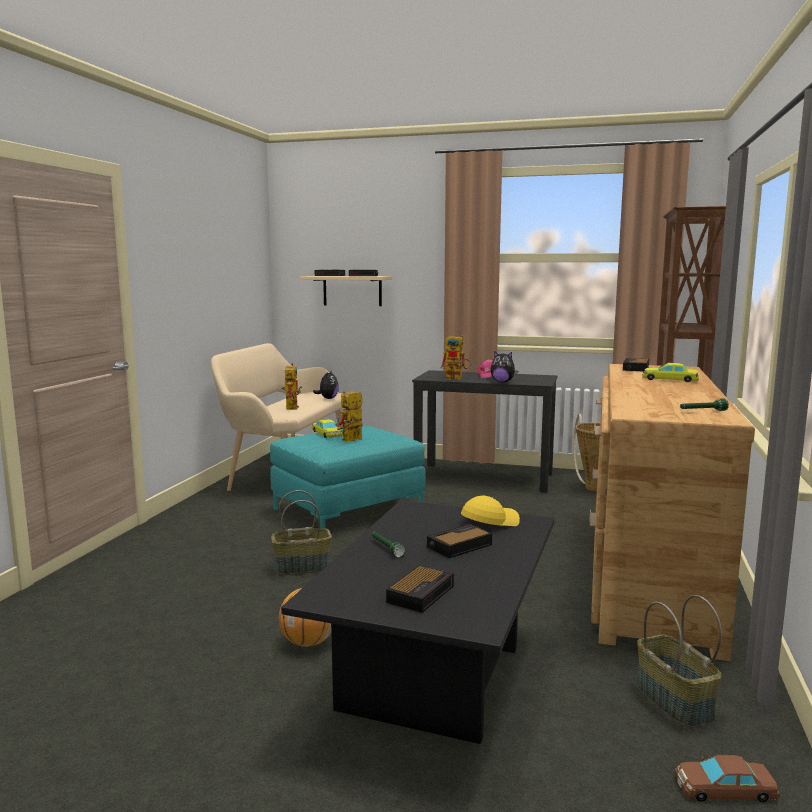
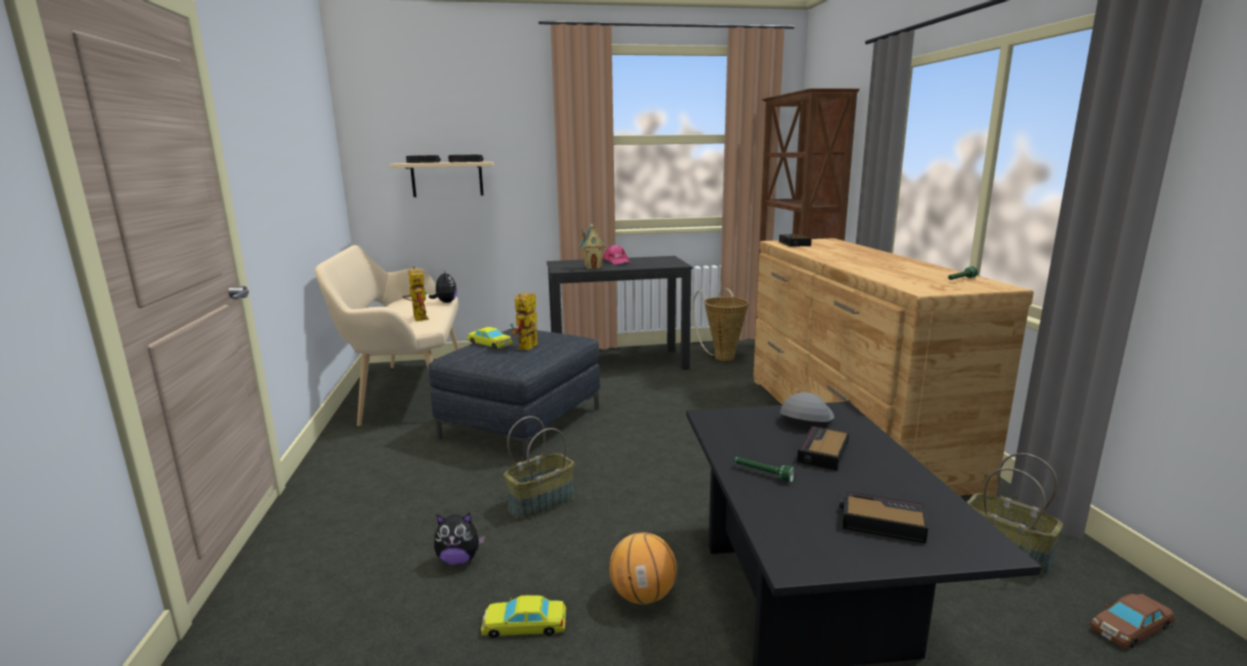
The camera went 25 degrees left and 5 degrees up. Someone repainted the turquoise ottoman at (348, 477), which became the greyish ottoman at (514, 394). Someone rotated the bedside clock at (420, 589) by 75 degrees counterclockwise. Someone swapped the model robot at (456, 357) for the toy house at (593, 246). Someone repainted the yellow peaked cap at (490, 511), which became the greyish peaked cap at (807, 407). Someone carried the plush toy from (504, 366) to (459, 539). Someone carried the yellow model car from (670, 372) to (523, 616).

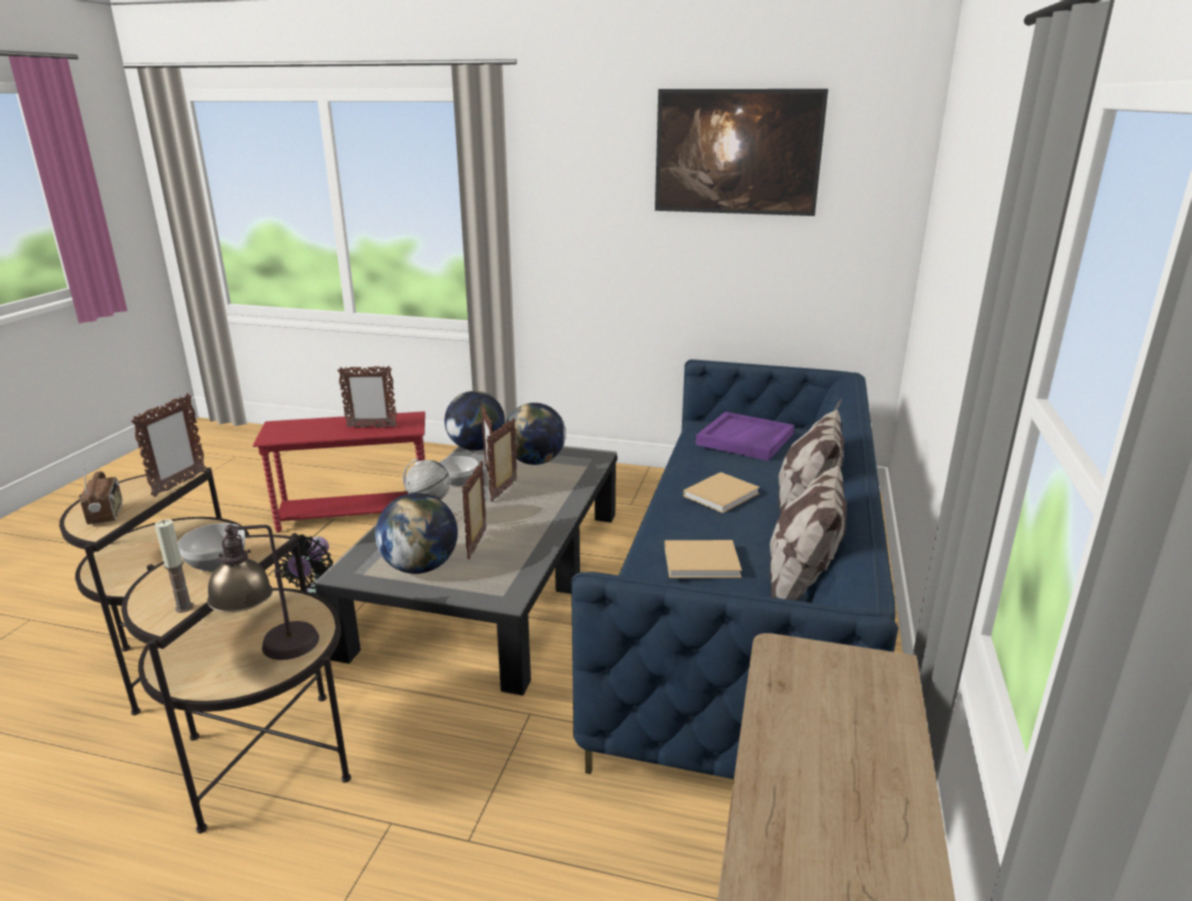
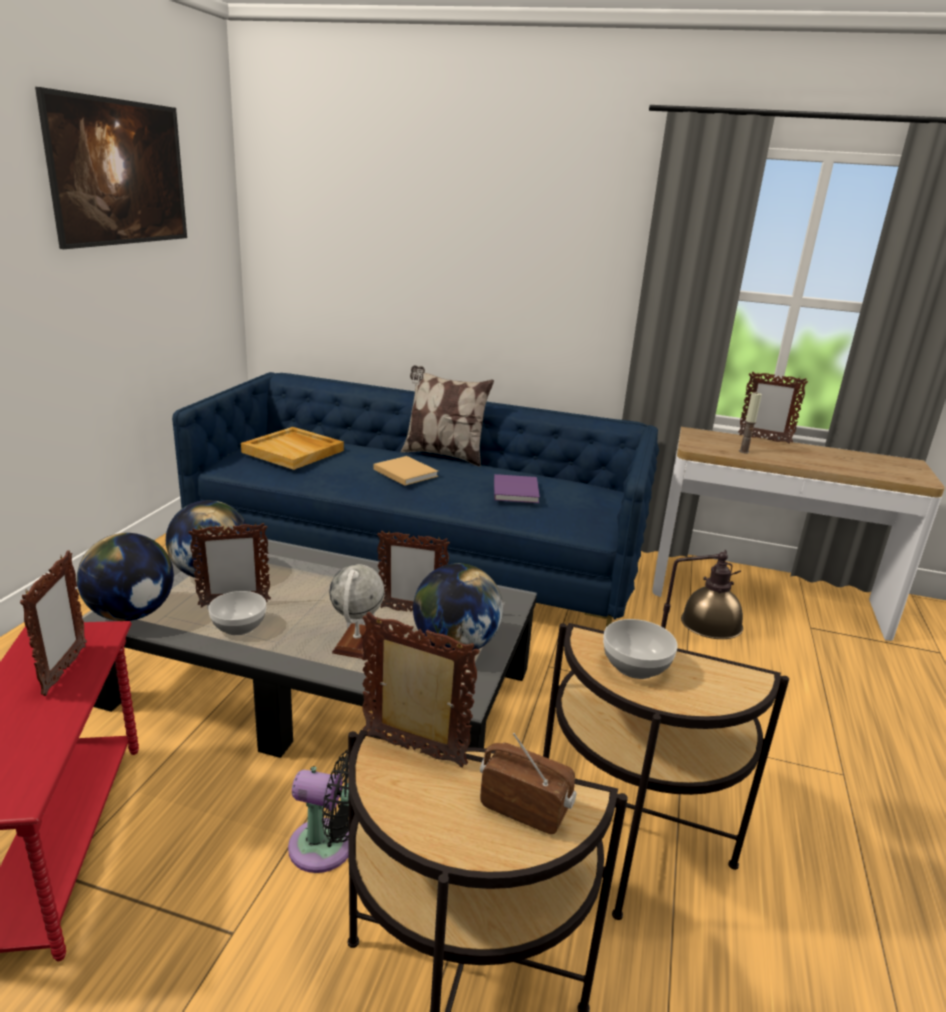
The camera went 90 degrees left and 0 degrees up. Someone rotated the radio set at (101, 492) by 45 degrees clockwise. Someone carried the wax candle from (174, 566) to (750, 422). Someone carried the picture frame from (501, 460) to (773, 408). Someone repainted the beige book at (703, 559), which became the purple book at (517, 488). Someone repainted the purple carrying tray at (745, 436), which became the beige carrying tray at (292, 448). Someone took away the throw pillow at (808, 526).

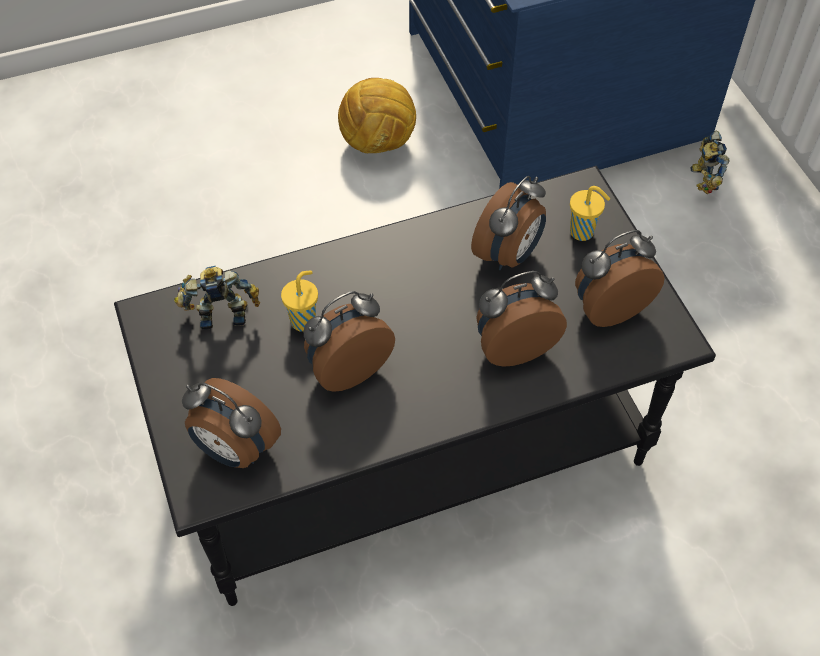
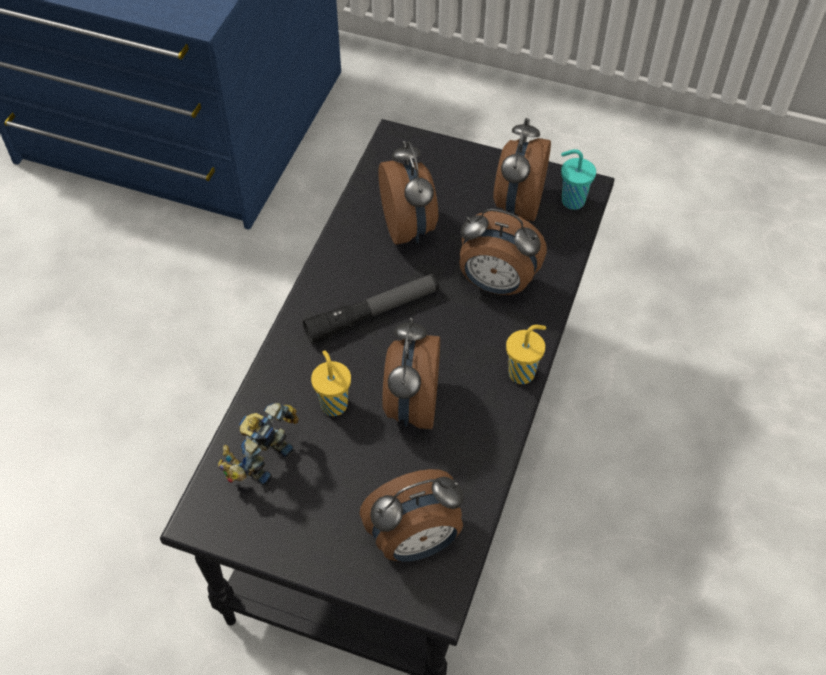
The camera went 50 degrees left and 0 degrees up. Someone took away the football ball at (377, 115). Someone rotated the bedside clock at (521, 319) by 90 degrees counterclockwise. Someone carried the yellow drinking cup from (590, 213) to (526, 354). Someone took away the model robot at (710, 162). Someone put down the flashlight at (371, 309). Someone put down the turquoise drinking cup at (578, 179).

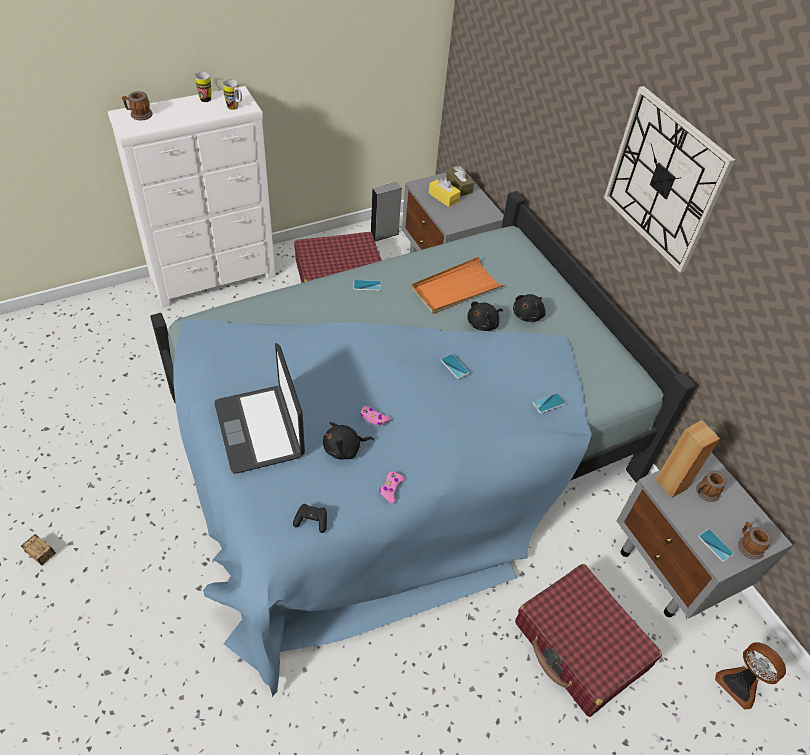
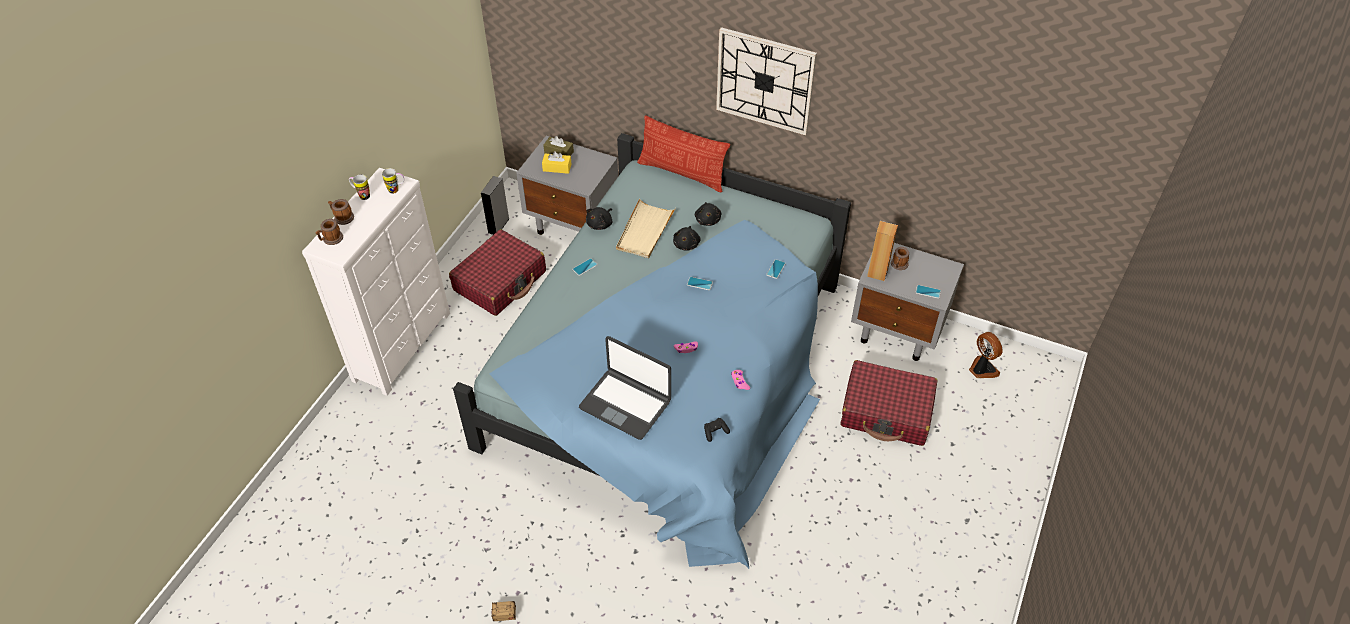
The camera went 35 degrees left and 0 degrees up. Someone carried the black plush toy from (348, 441) to (599, 218). Someone repainted the orange carrying tray at (458, 285), which became the beige carrying tray at (646, 228). Someone rotated the fan at (750, 675) by 135 degrees counterclockwise. Someone carried the coffee mug from (755, 541) to (341, 212). Someone put down the throw pillow at (683, 154).

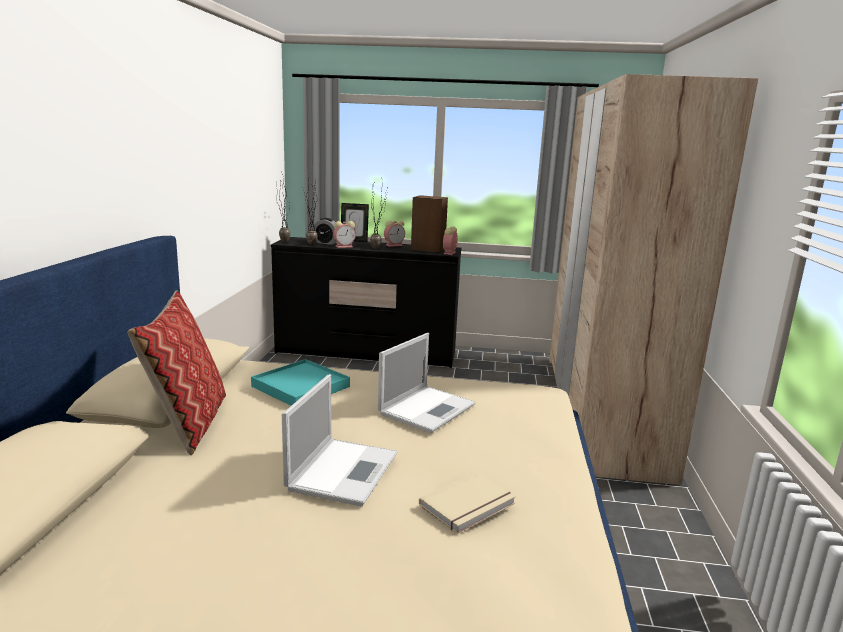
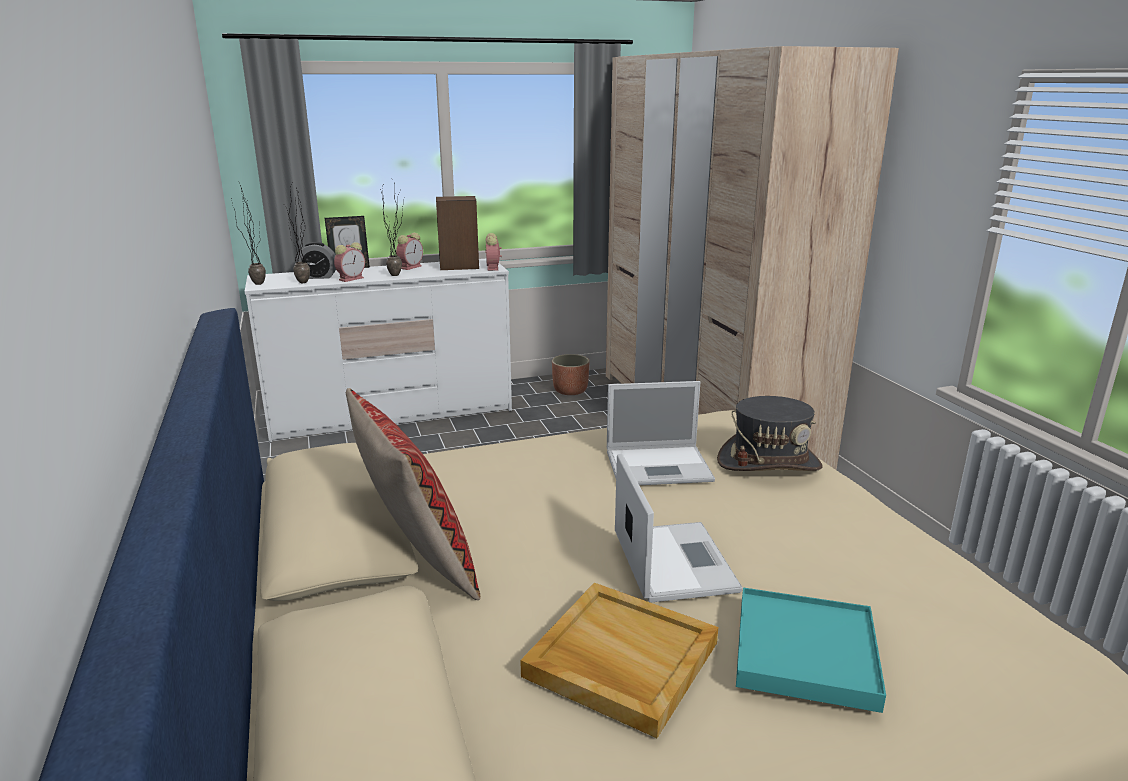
The camera went 25 degrees left and 5 degrees up. Someone carried the turquoise carrying tray from (300, 382) to (811, 650). Someone repainted the black drawer chest at (366, 302), which became the white drawer chest at (378, 351). Someone rotated the laptop at (427, 383) by 75 degrees clockwise. Someone took away the beige book at (467, 503). Someone put down the beige carrying tray at (619, 660). Someone put down the planter at (571, 374). Someone put down the greyish hat at (769, 433).

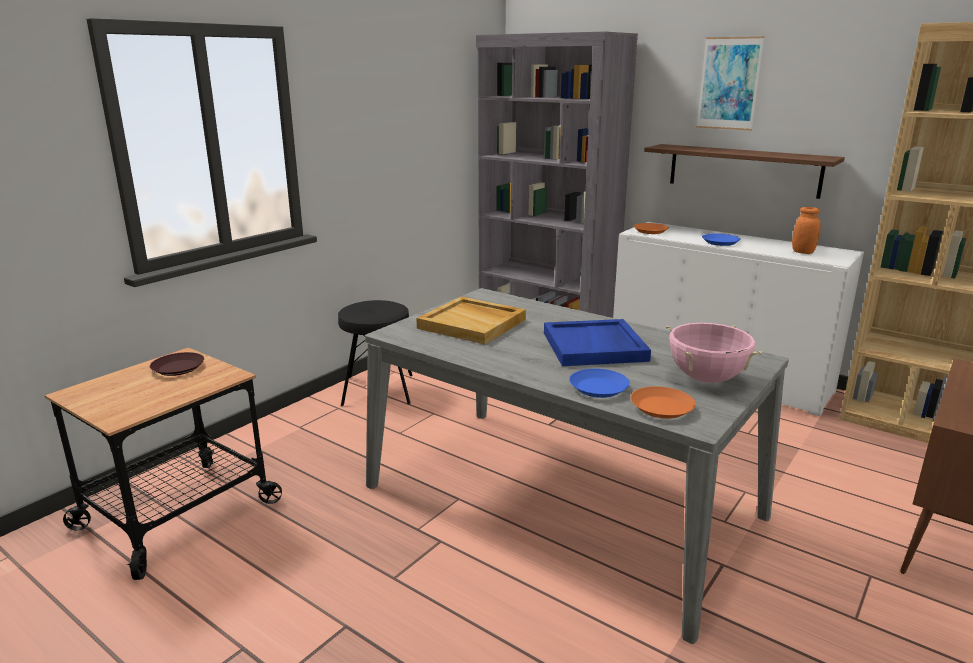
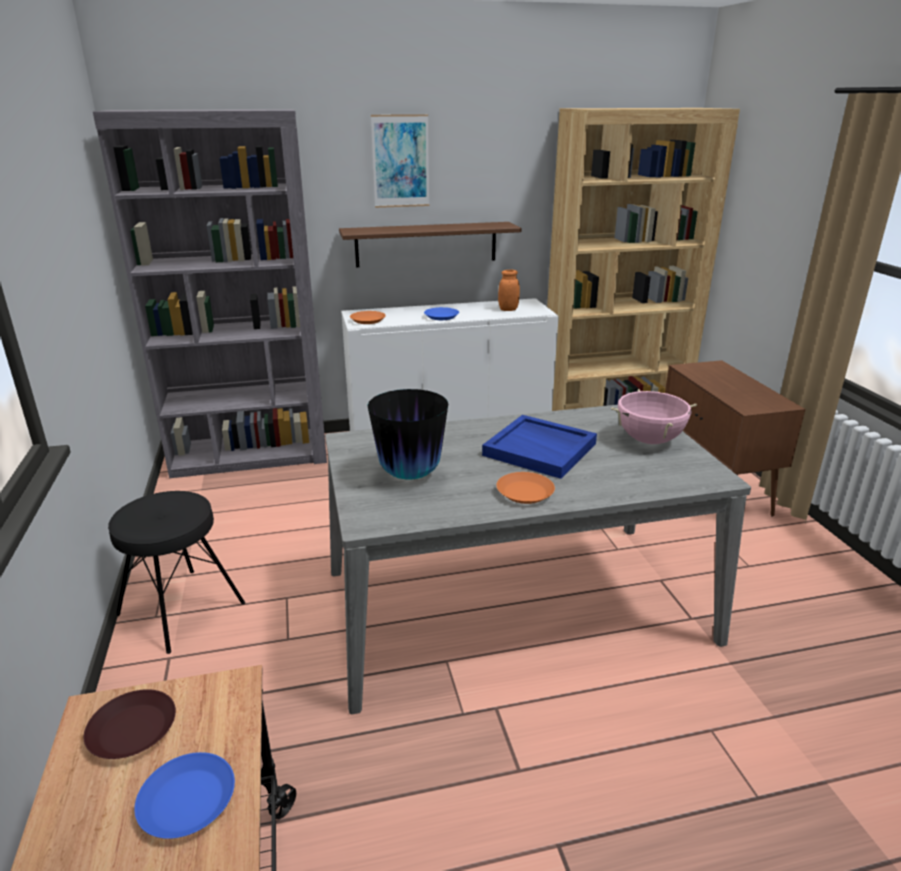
The camera went 50 degrees left and 5 degrees up. Someone swapped the beige carrying tray at (471, 321) for the decorative vase at (408, 434). Someone carried the blue-coloured flat dish from (599, 383) to (184, 795). Someone carried the orange flat dish from (663, 402) to (526, 488).

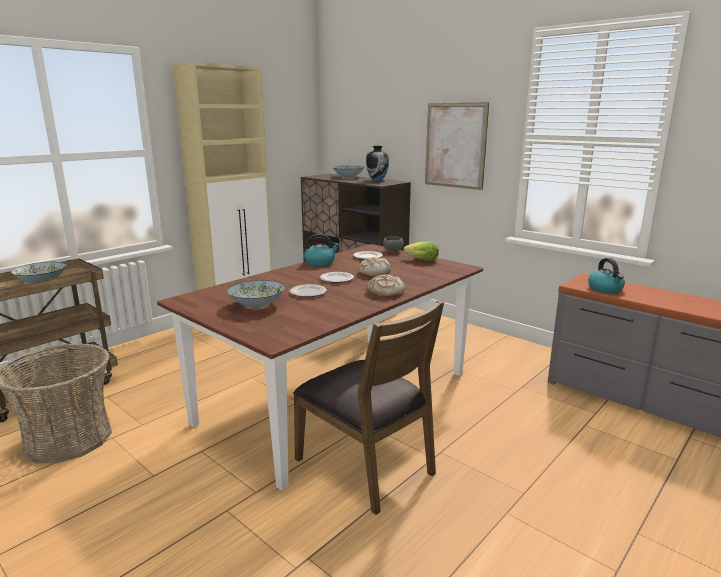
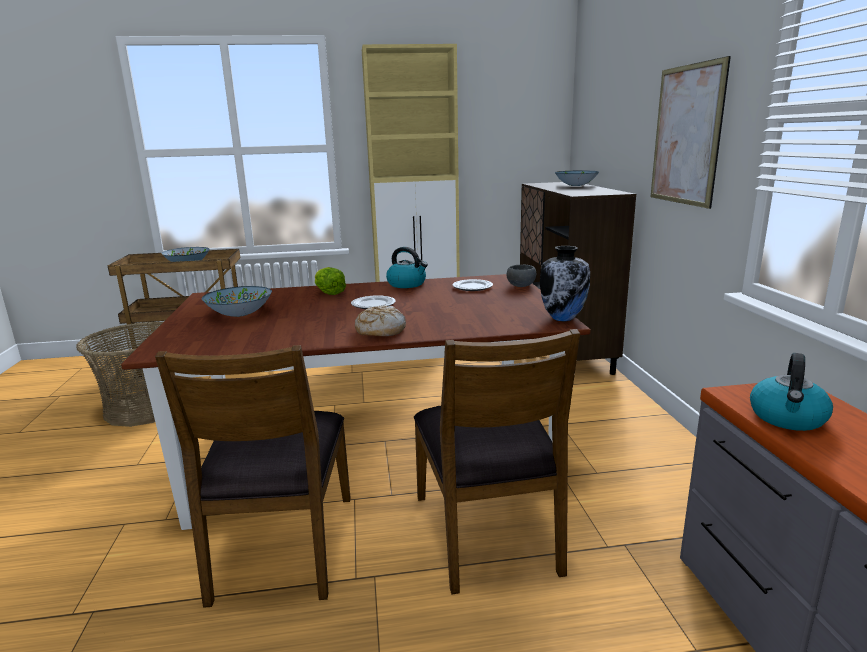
The camera went 40 degrees right and 0 degrees up. Someone took away the flat dish at (308, 290). Someone took away the bread at (374, 267). Someone carried the decorative vase from (377, 163) to (565, 283). Someone carried the head of lettuce from (421, 251) to (330, 281). Someone put down the brown-coloured chair at (497, 462).

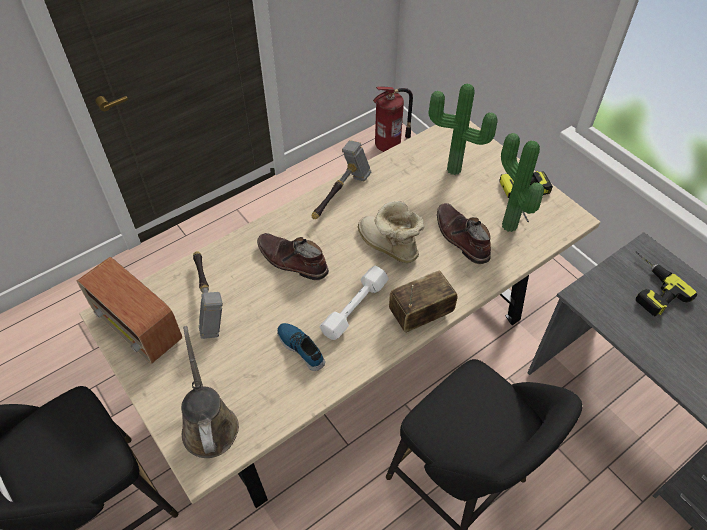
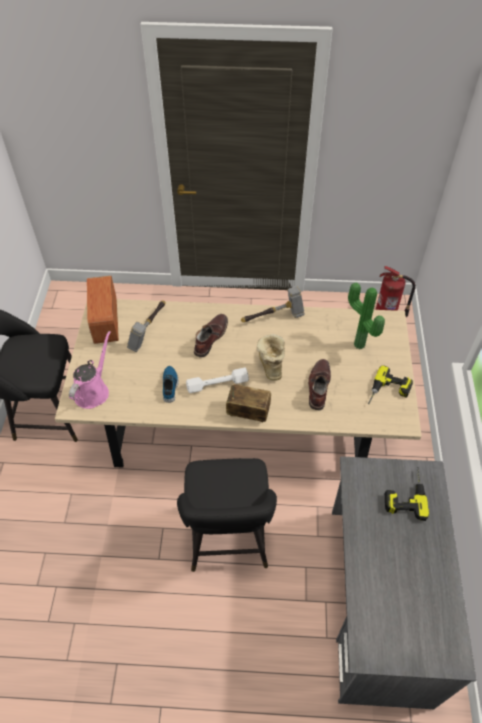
The camera went 40 degrees right and 0 degrees up. Someone repainted the brown-coloured sprinkling can at (210, 392), which became the pinkish sprinkling can at (89, 370). Someone rotated the brown-coloured high-top boot at (293, 256) by 45 degrees clockwise. Someone took away the plant in a pot at (522, 182).

